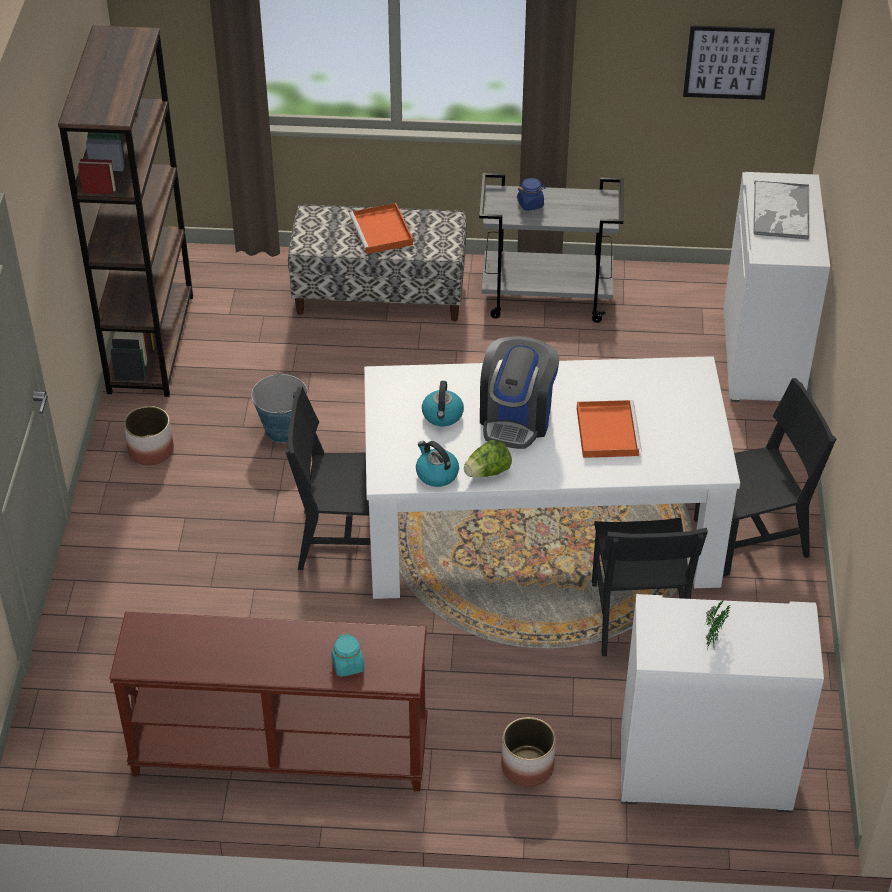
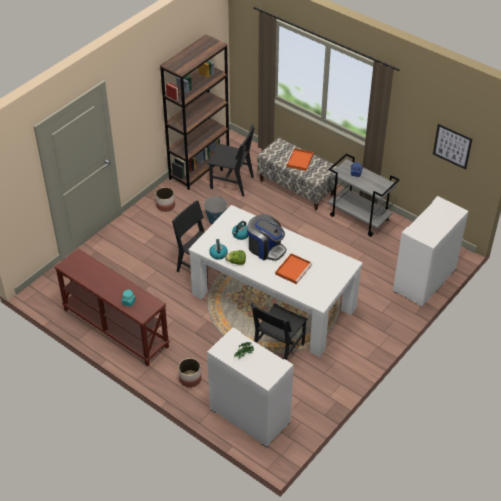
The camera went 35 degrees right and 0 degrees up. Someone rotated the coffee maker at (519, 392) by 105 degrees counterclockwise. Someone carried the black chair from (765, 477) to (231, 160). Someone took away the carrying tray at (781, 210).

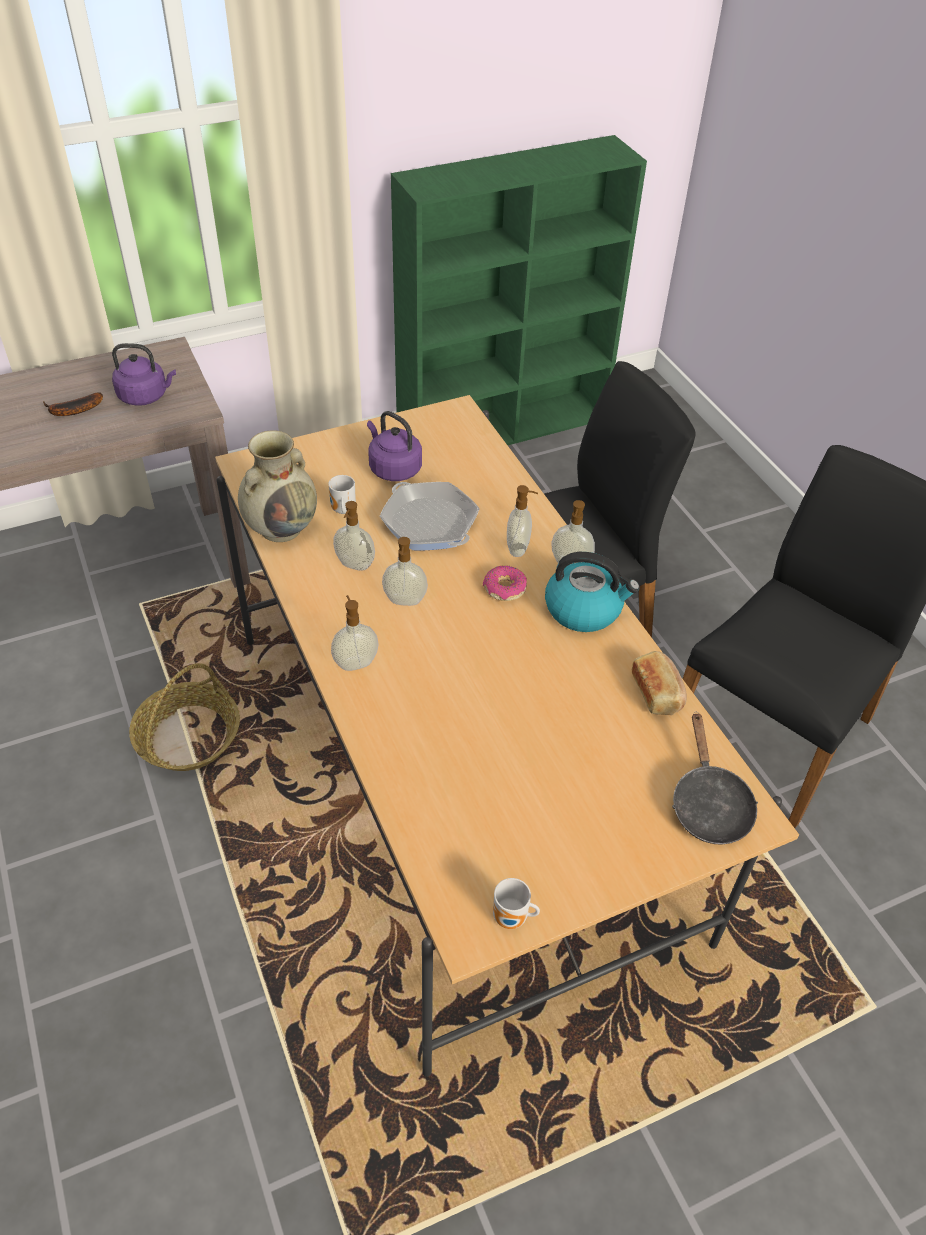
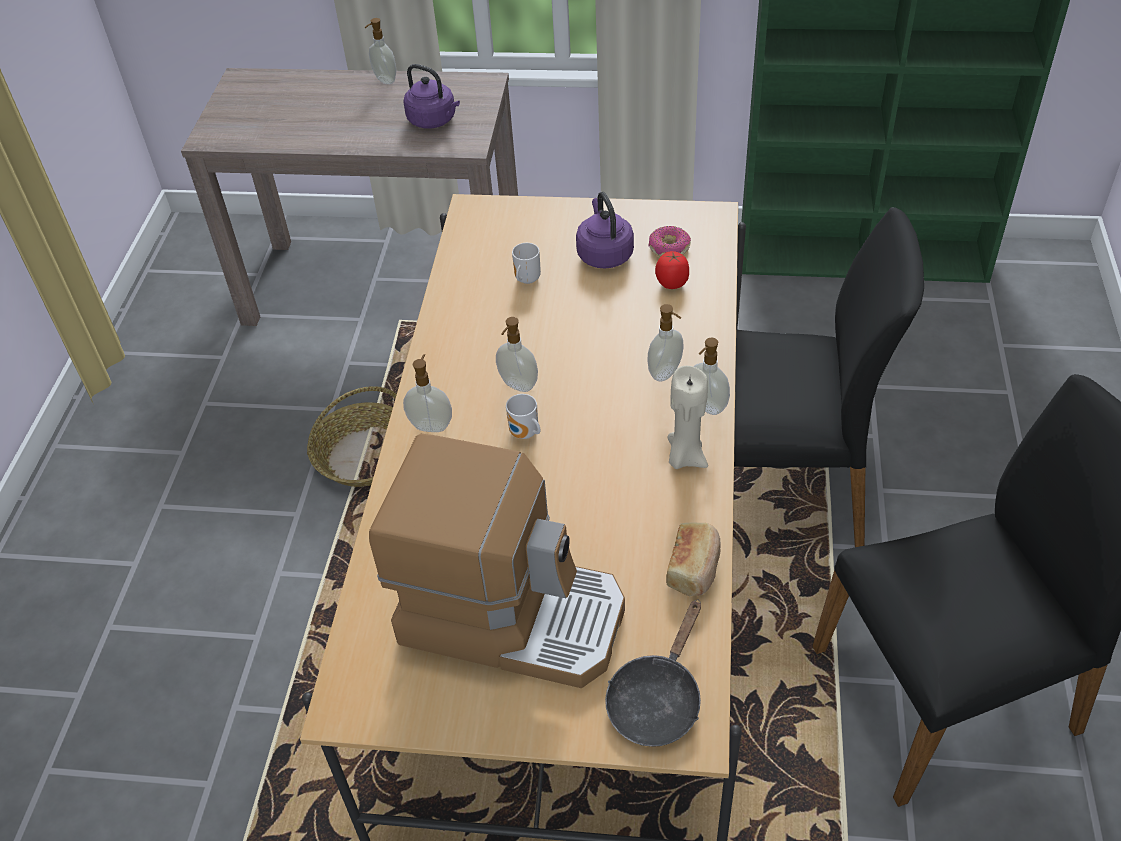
The camera went 35 degrees right and 0 degrees up. Someone took away the banana at (73, 404). Someone took away the beige decorative vase at (277, 486). Someone carried the liquid soap bottle from (354, 536) to (380, 51). Someone took away the skillet at (430, 516). Someone carried the donut from (505, 583) to (669, 241). Someone carried the coffee mug from (516, 903) to (523, 416). Someone swapped the tea kettle at (592, 592) for the beige wax candle at (688, 417). Someone put down the coffee maker at (497, 561). Someone put down the tomato at (672, 270).

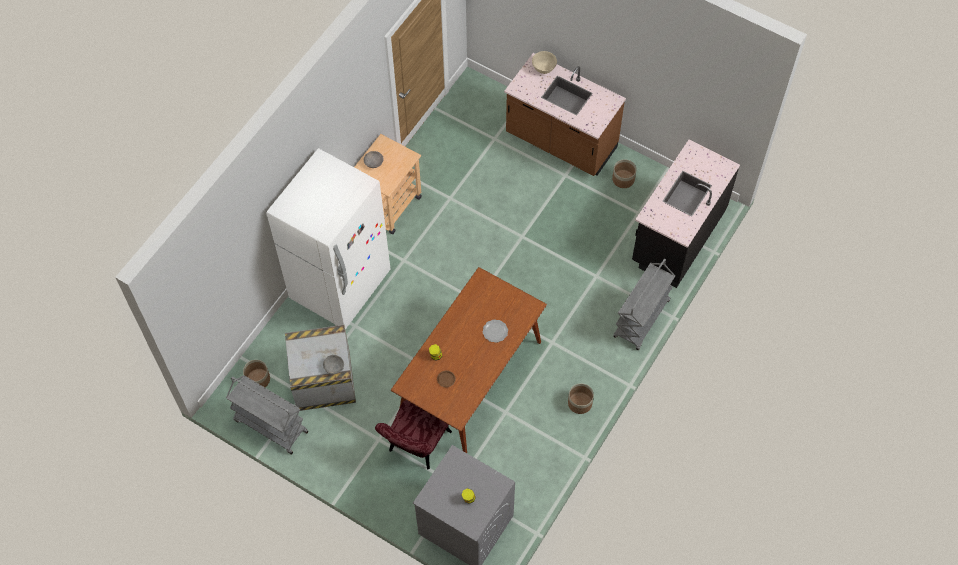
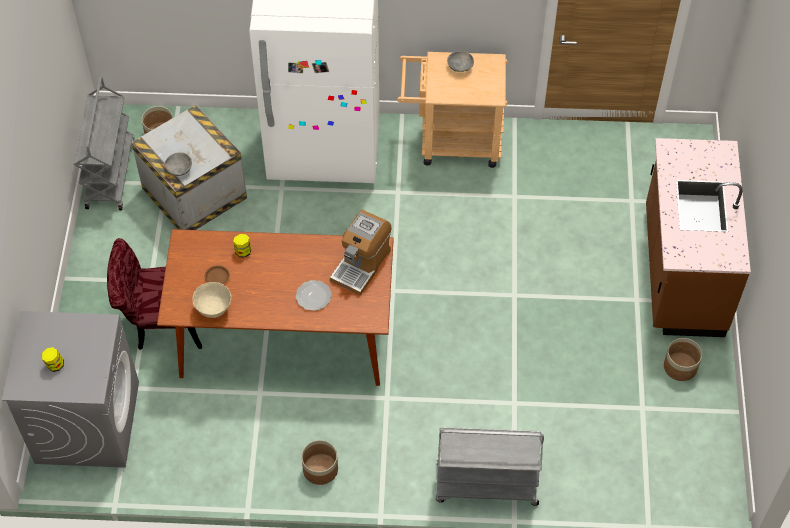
The camera went 60 degrees right and 5 degrees down. Someone carried the beige deep dish from (544, 62) to (212, 300). Someone took away the black counter at (686, 214). Someone put down the coffee maker at (360, 253).

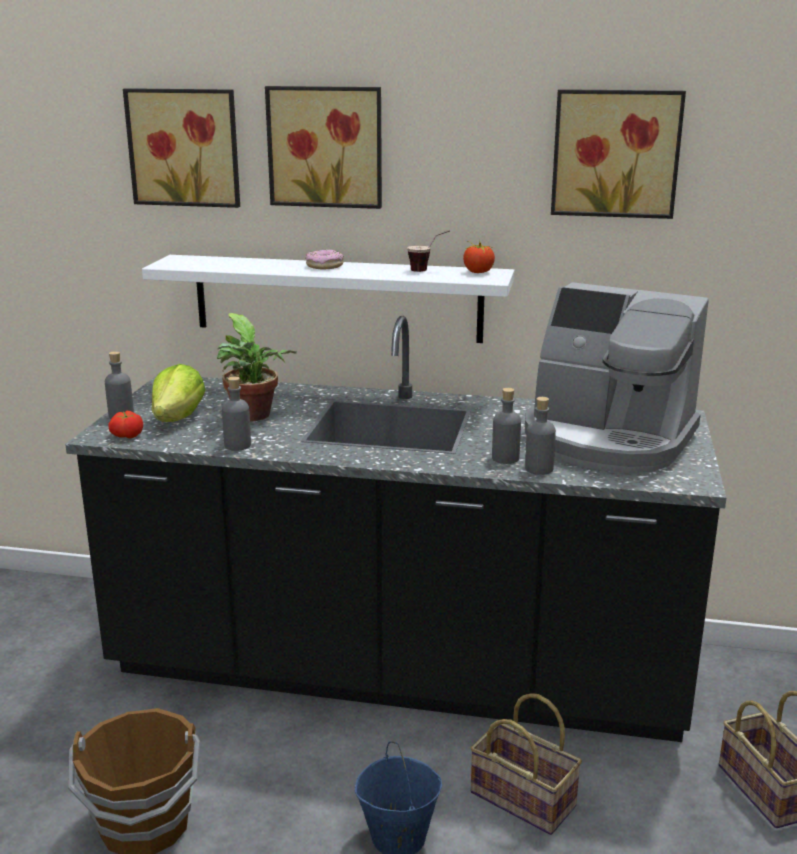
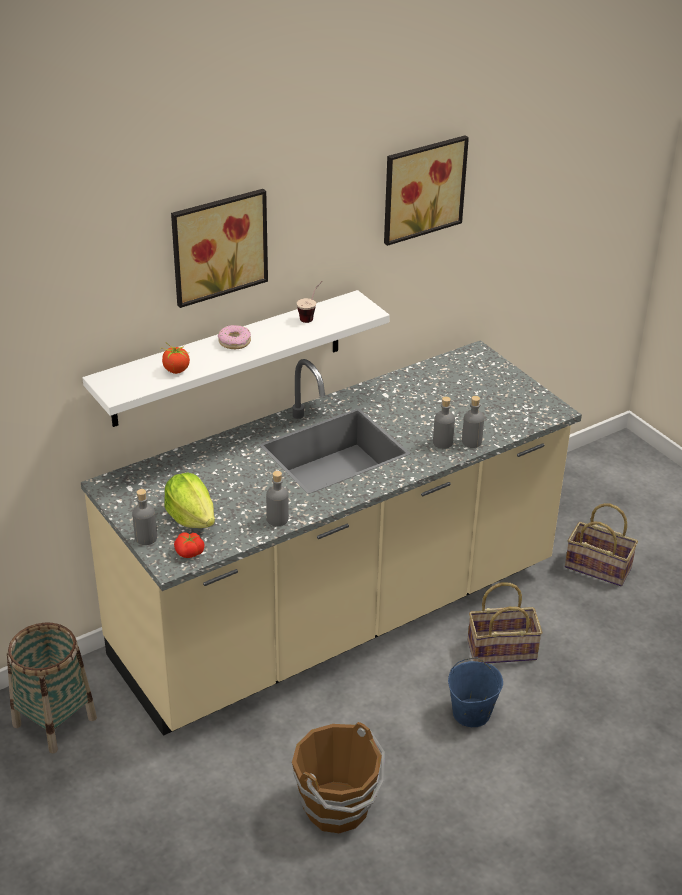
The camera went 45 degrees left and 15 degrees up. Someone repainted the black counter at (395, 529), which became the beige counter at (331, 538). Someone took away the wall art at (181, 148). Someone took away the plant in a pot at (256, 367). Someone carried the tomato from (479, 257) to (175, 359). Someone took away the coffee maker at (617, 377). Someone put down the storage basket at (52, 688).

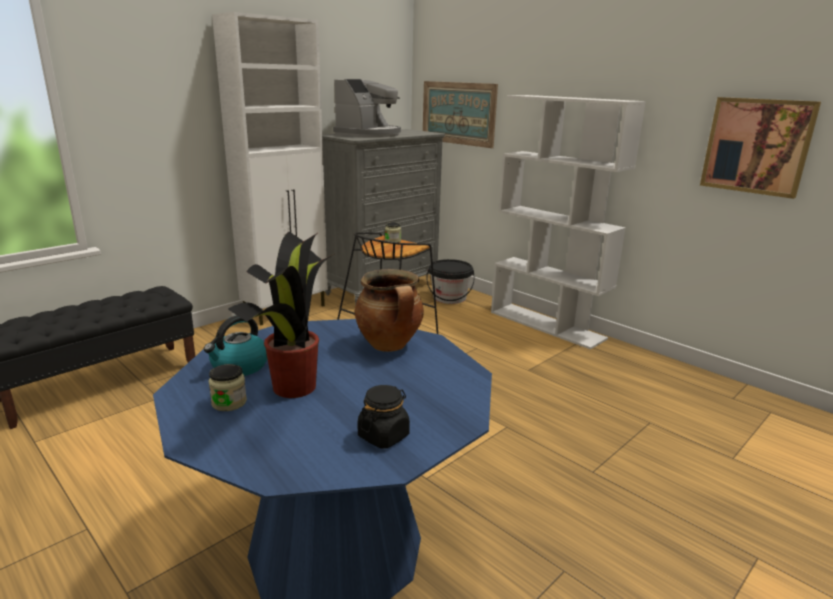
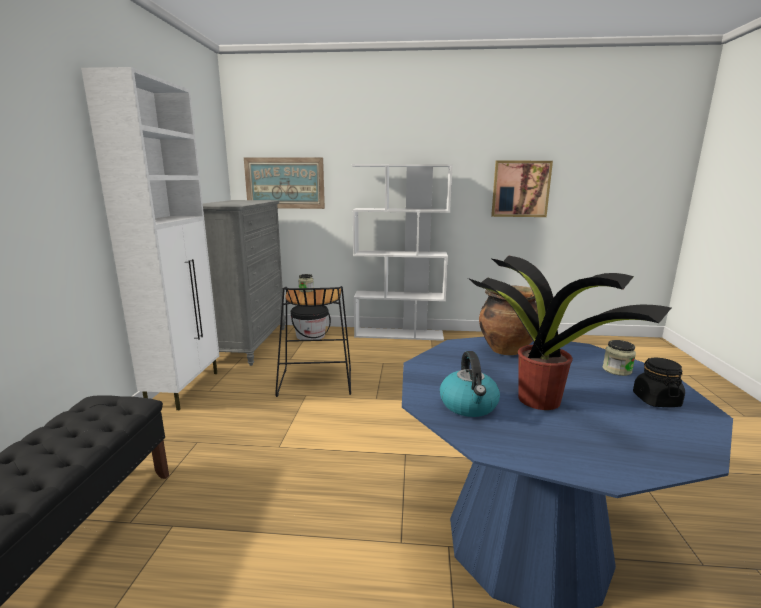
The camera went 40 degrees left and 5 degrees down. Someone carried the preserve jar from (228, 387) to (619, 358). Someone took away the coffee maker at (367, 108).

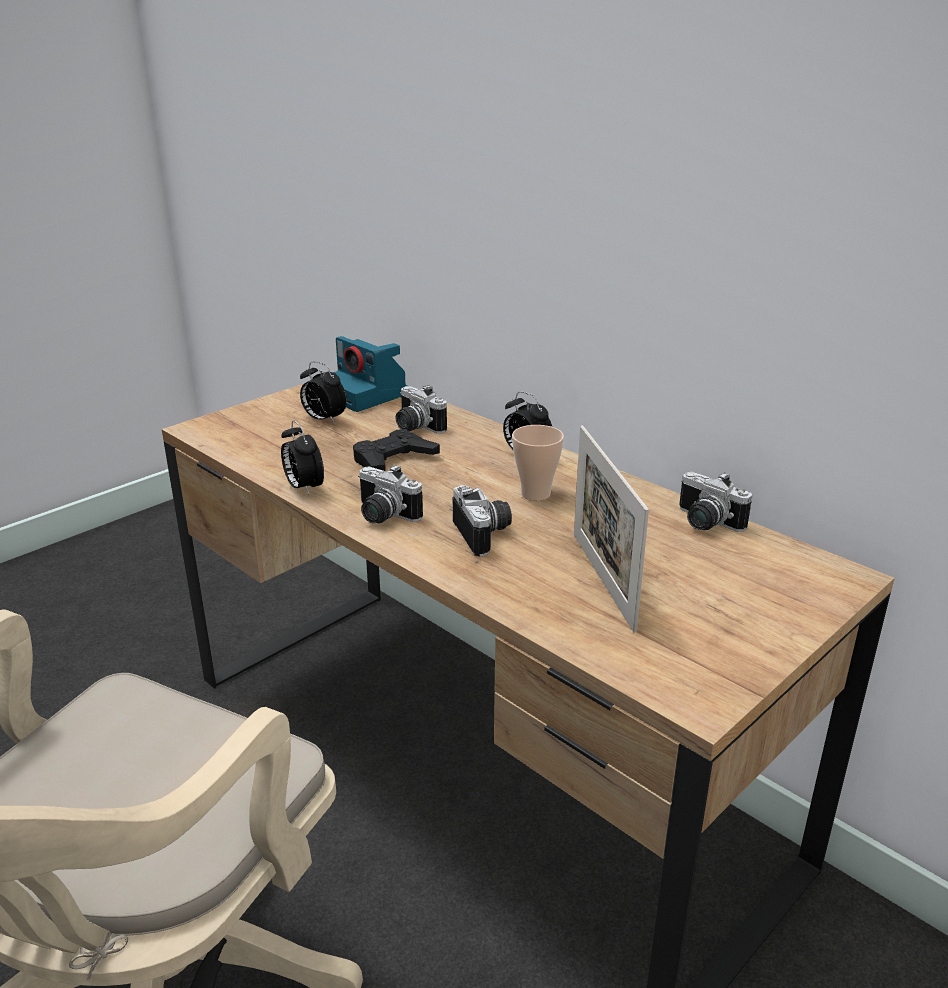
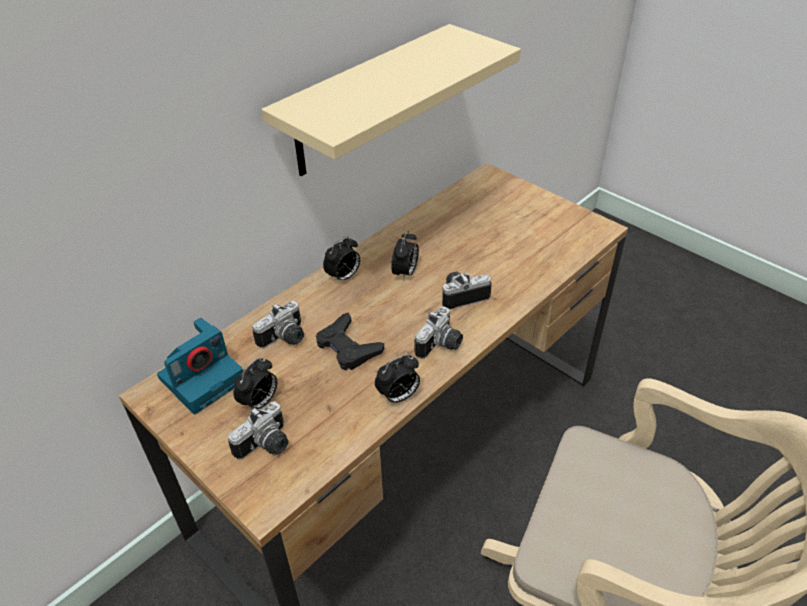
The camera went 90 degrees left and 15 degrees up. Someone swapped the drinking cup at (538, 463) for the bedside clock at (405, 256). Someone took away the picture frame at (611, 528). Someone carried the photo camera from (715, 502) to (258, 431). Someone put up the beige shelf at (391, 100).

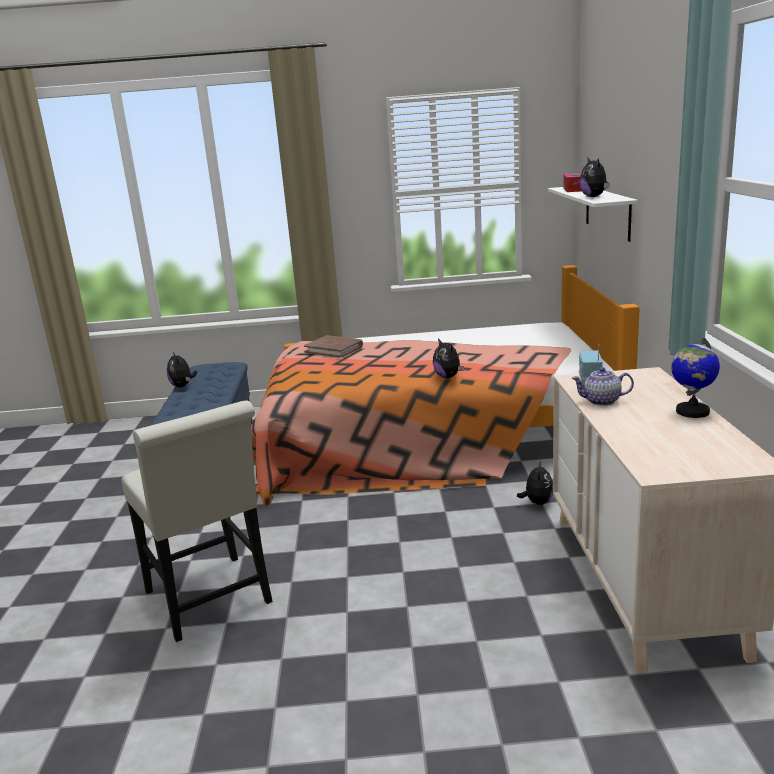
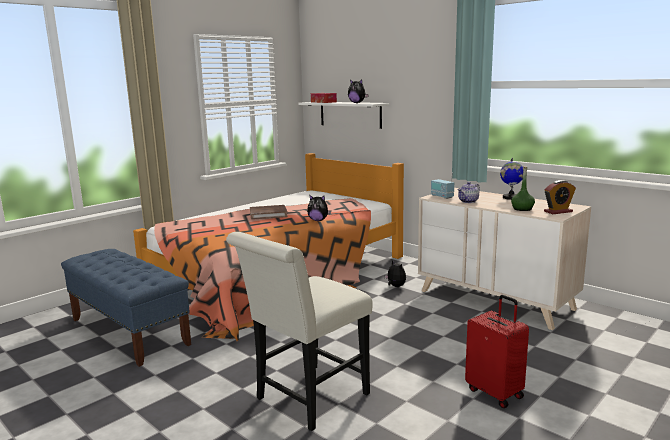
The camera went 45 degrees left and 5 degrees down. Someone rotated the white chair at (197, 521) by 120 degrees clockwise. Someone took away the plush toy at (182, 369). Someone carried the brown-coloured book from (333, 346) to (269, 212). Someone put down the red suitcase at (497, 351). Someone put down the green bottle at (523, 188). Someone put down the bedside clock at (560, 197).

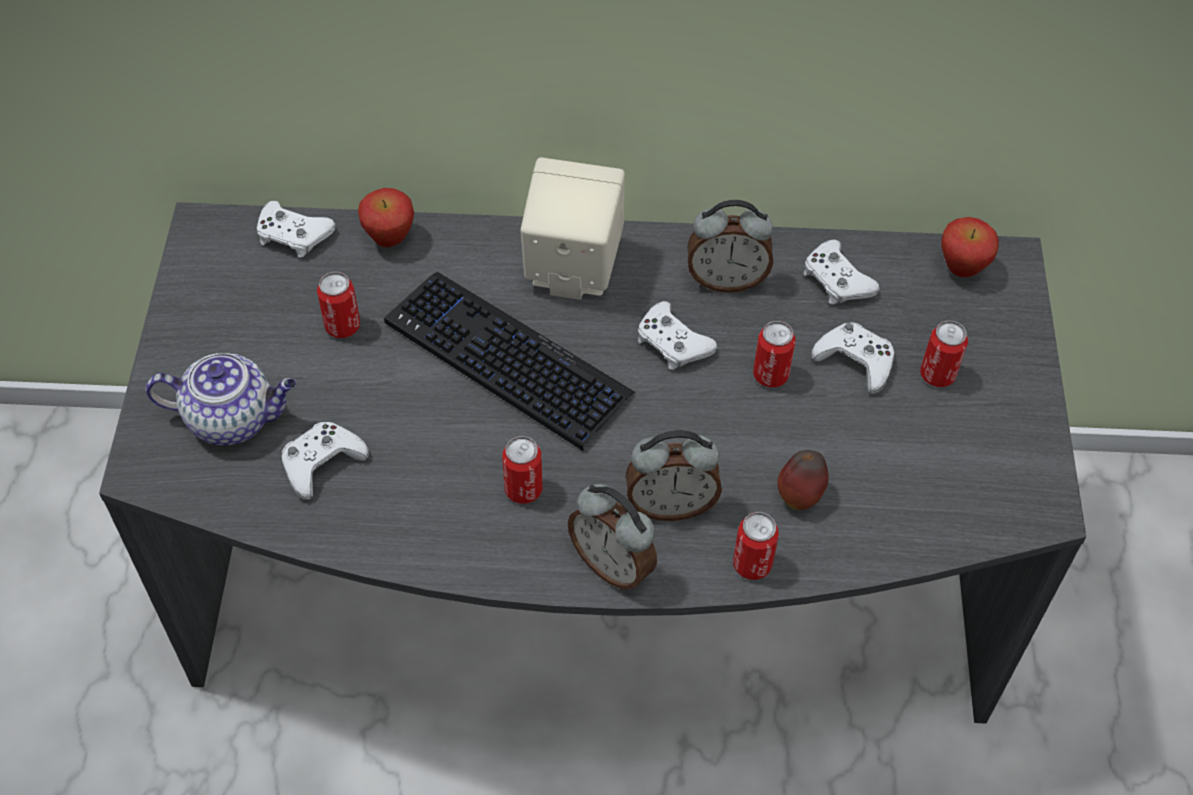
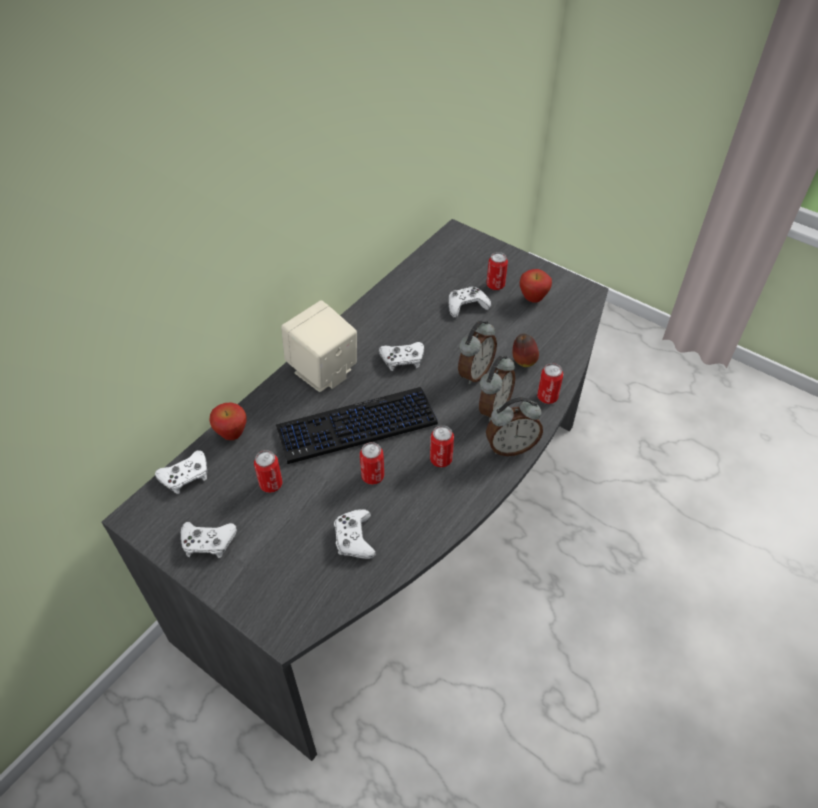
The camera went 55 degrees left and 5 degrees down. Someone took away the pot for tea at (221, 399). Someone carried the bedside clock from (730, 246) to (477, 353). Someone carried the metal can from (774, 354) to (372, 463). Someone carried the white joypad from (842, 272) to (209, 540). Someone carried the whole apple from (970, 247) to (536, 286).

